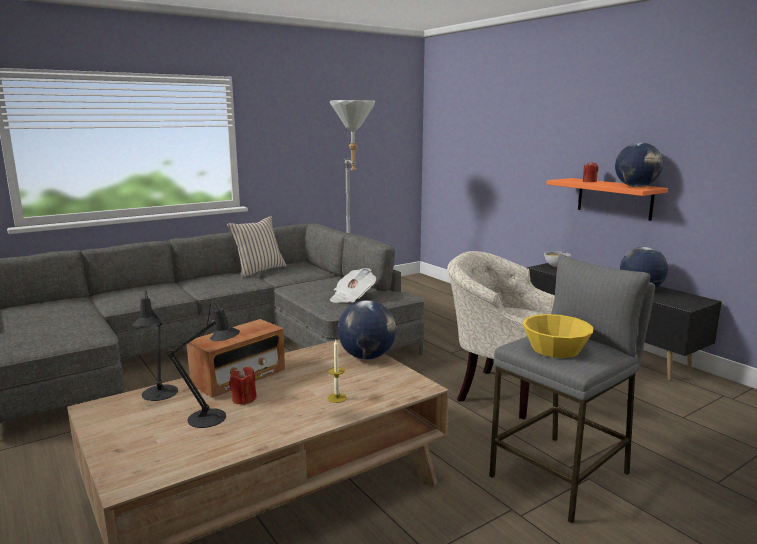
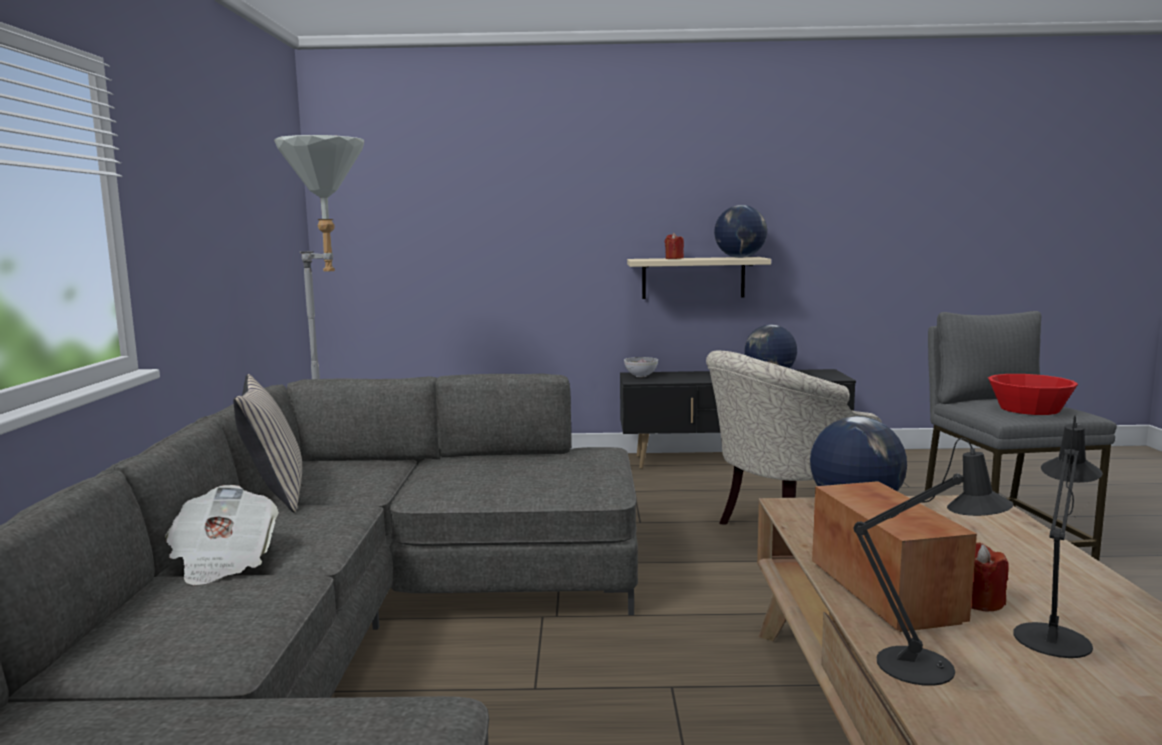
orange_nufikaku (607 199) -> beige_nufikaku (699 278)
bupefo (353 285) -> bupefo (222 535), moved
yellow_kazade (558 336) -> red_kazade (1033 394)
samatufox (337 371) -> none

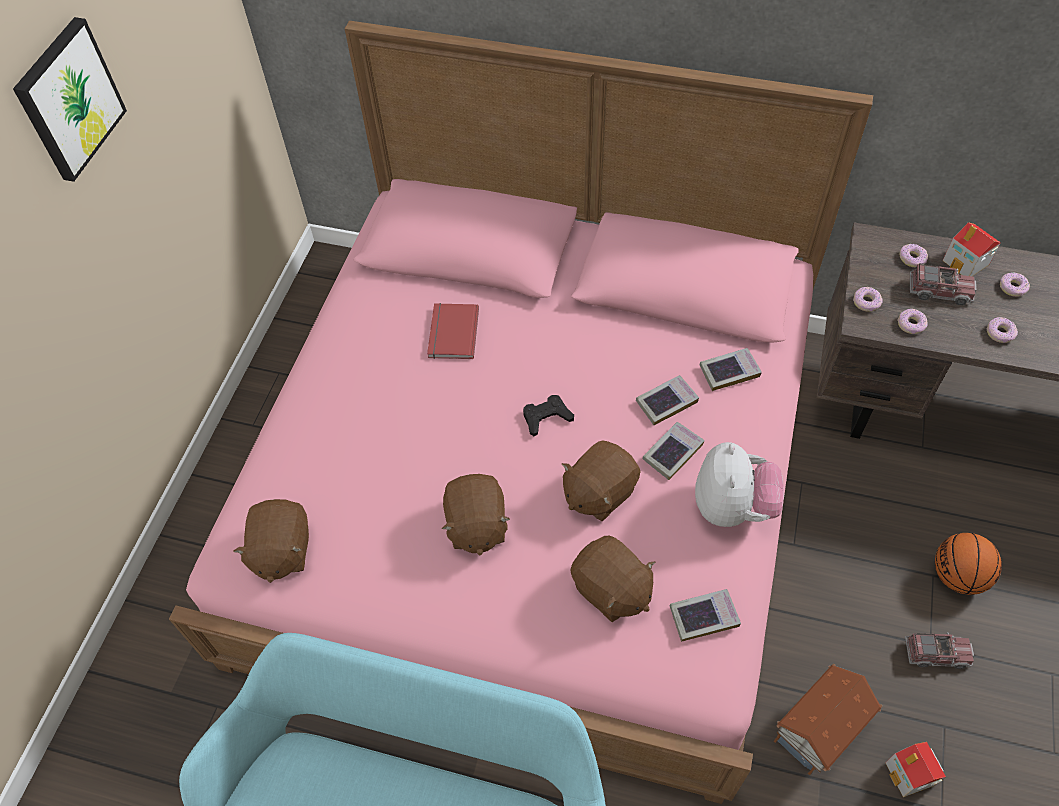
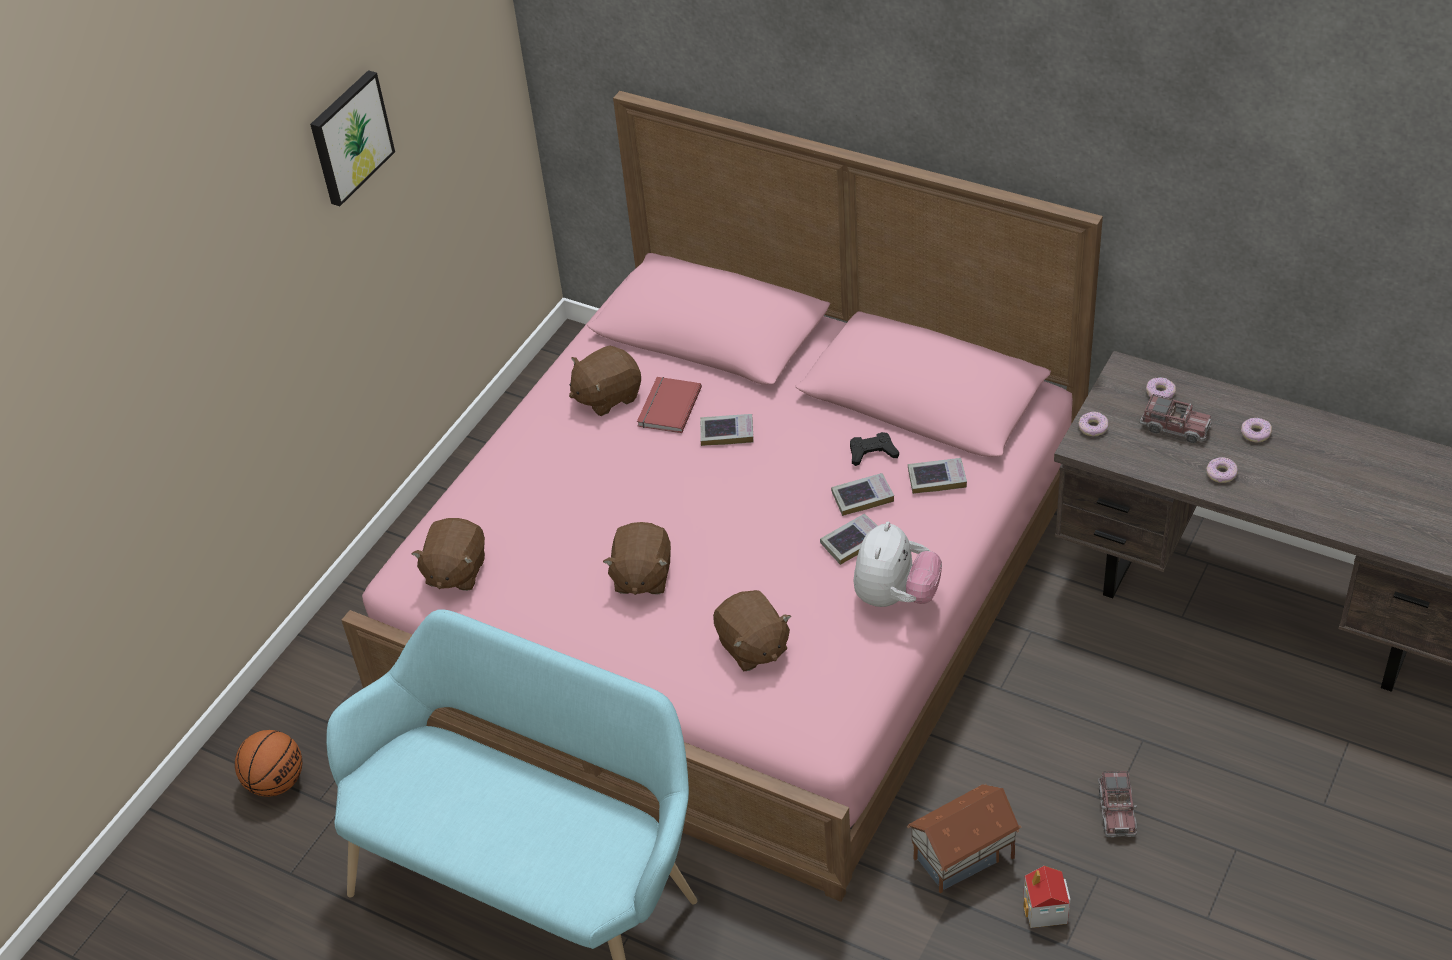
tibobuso (971 249) -> none
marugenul (912 321) -> none
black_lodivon (548 415) -> black_lodivon (874 449), moved
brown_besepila (601 480) -> brown_besepila (605 380), moved
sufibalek (968 564) -> sufibalek (268 763), moved
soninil (705 615) -> soninil (727 430), moved
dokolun (939 650) -> dokolun (1117 804), 75 degrees clockwise

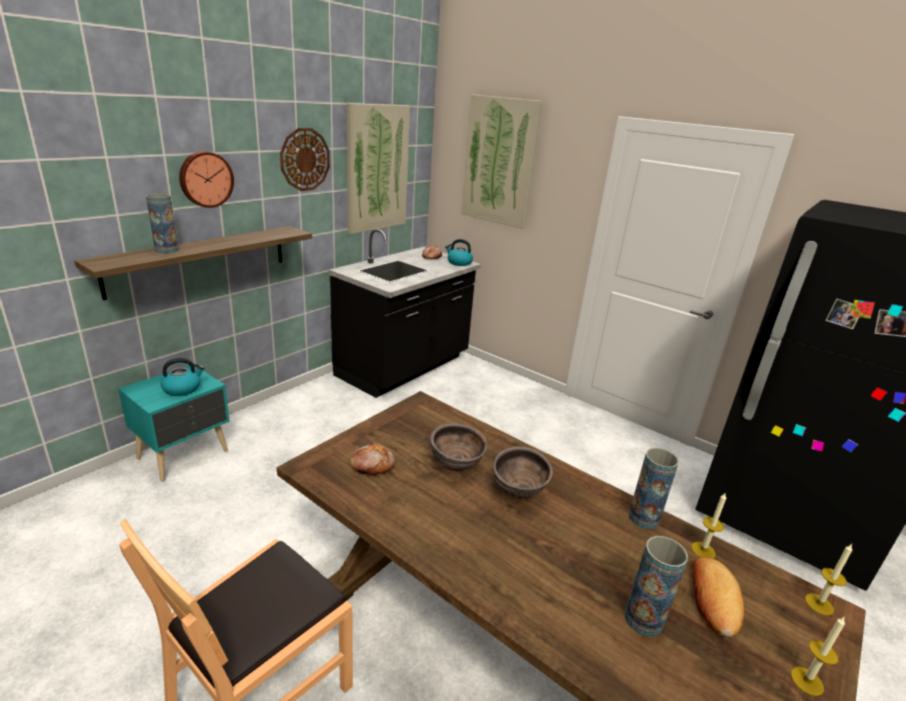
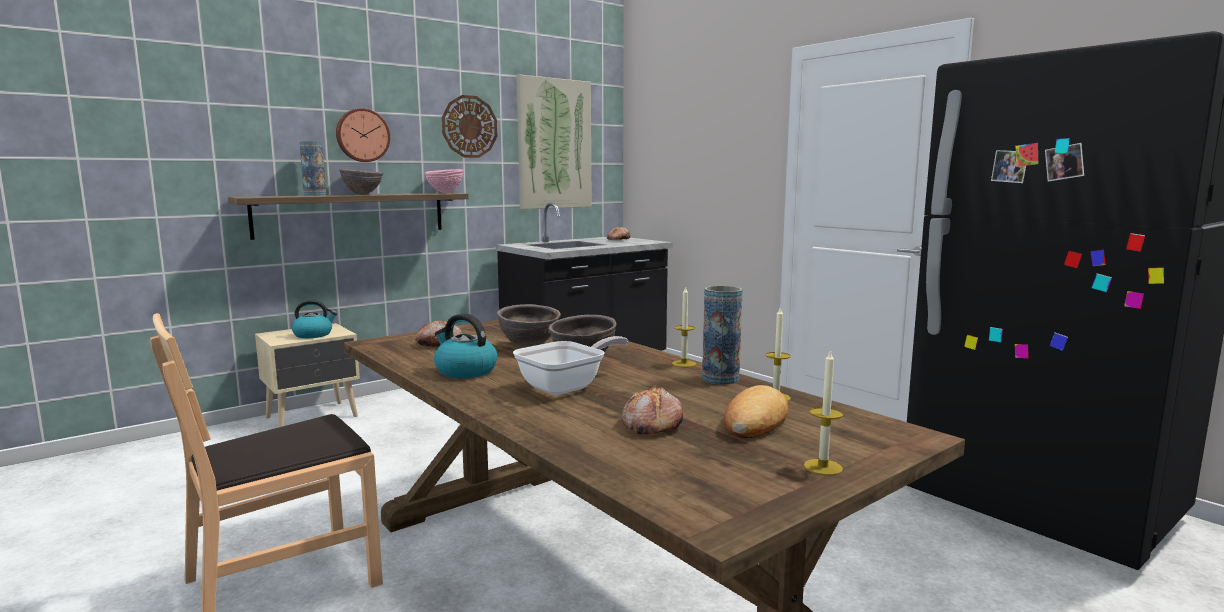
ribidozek (501 161) -> none
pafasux (459 252) -> pafasux (465 345), moved
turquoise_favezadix (174 423) -> beige_favezadix (307 375)
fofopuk (656 586) -> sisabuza (652 410)
samatufox (828 579) -> samatufox (684 326), moved
none -> brown_kazade (361 182)
none -> pink_kazade (444 181)
none -> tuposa (570 365)

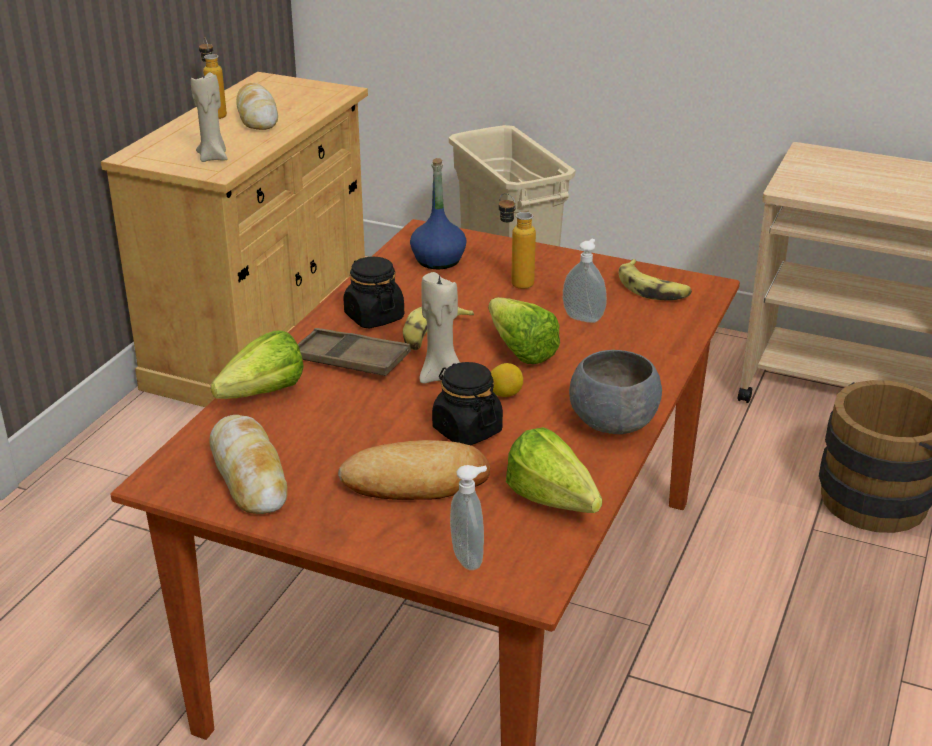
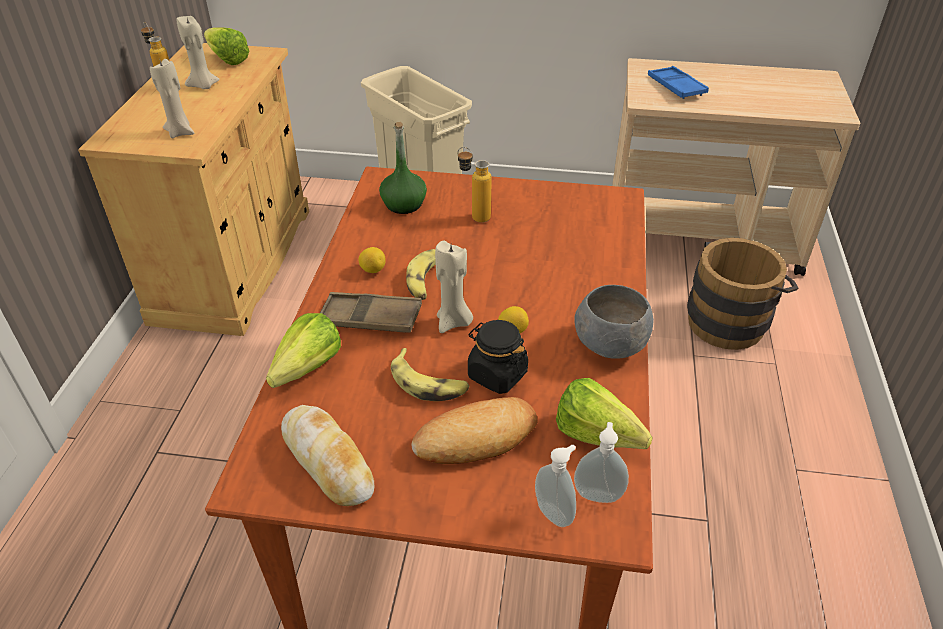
sisabuza (257 106) -> beige_samatufox (198 52)
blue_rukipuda (438 213) -> green_rukipuda (403 168)
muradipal (585 281) -> muradipal (601 462), moved
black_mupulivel (373 293) -> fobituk (372 260)
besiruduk (655 279) -> besiruduk (430 374), moved
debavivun (524 330) -> debavivun (226 46), moved
none -> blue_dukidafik (678 82)

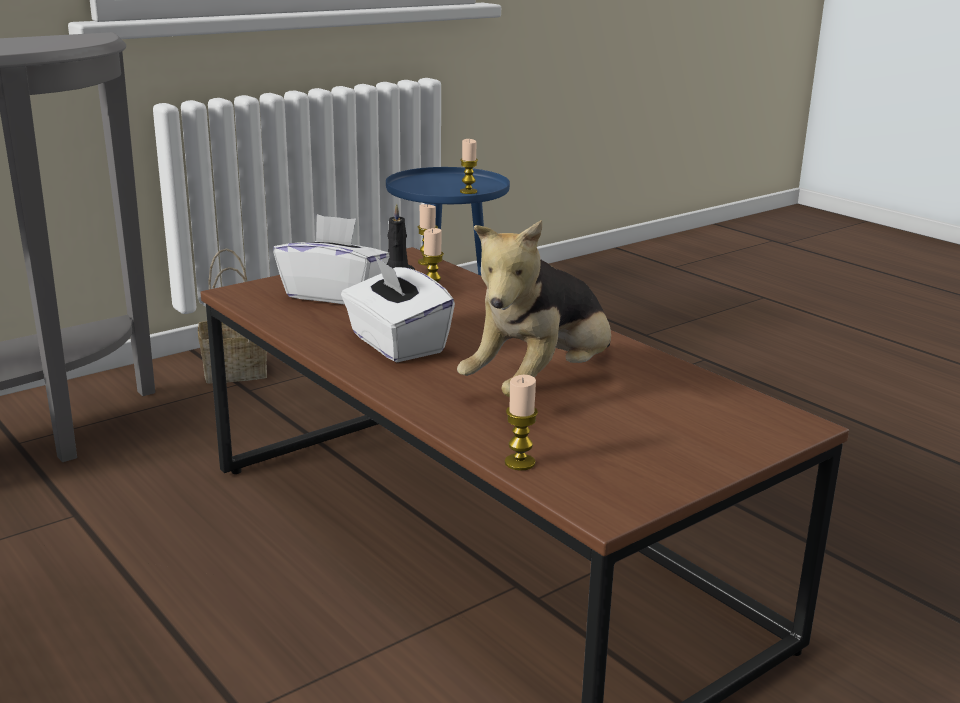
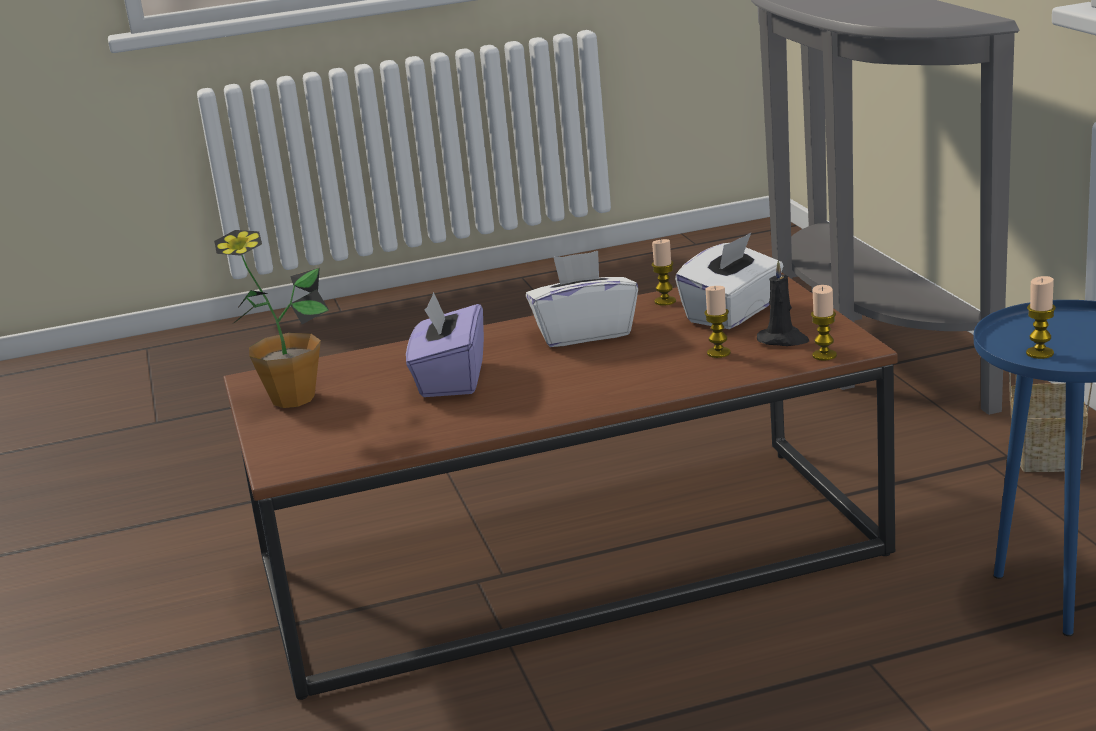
besepila (534 308) -> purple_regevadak (445 344)
samatufox (521 422) -> samatufox (663 272), moved
none -> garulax (271 319)

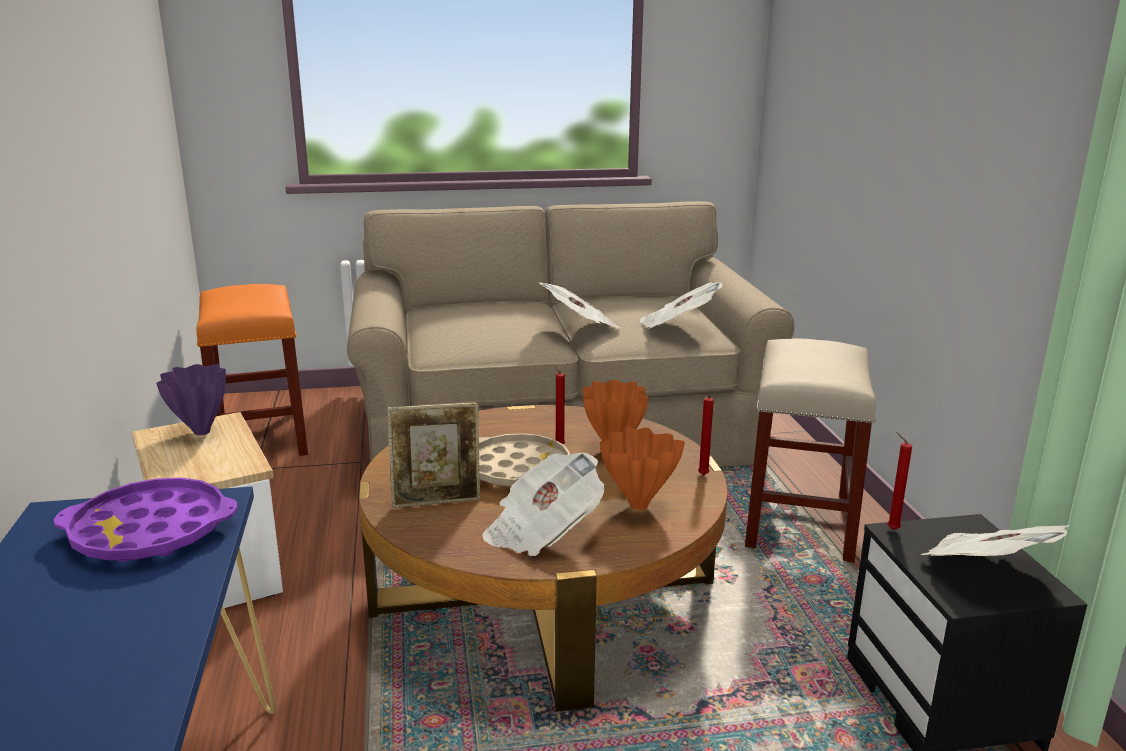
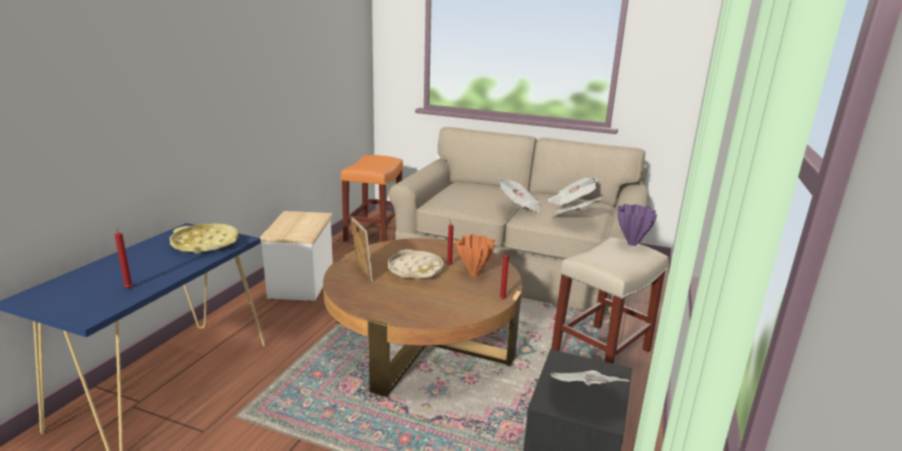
purple_fofopuk (191 399) -> purple_fofopuk (637 225), moved
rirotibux (433 455) -> rirotibux (362 249), 135 degrees counterclockwise
orange_fofopuk (642 468) -> none
red_samatufox (899 481) -> red_samatufox (124 256), moved
bupefo (543 504) -> bupefo (573 192), moved
purple_dukidafik (145 519) -> yellow_dukidafik (204 238)

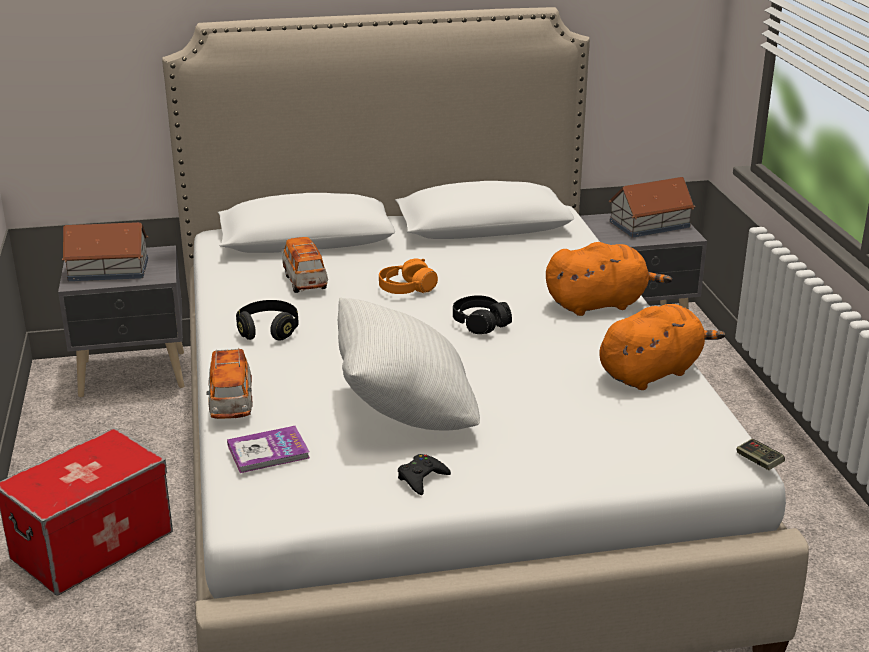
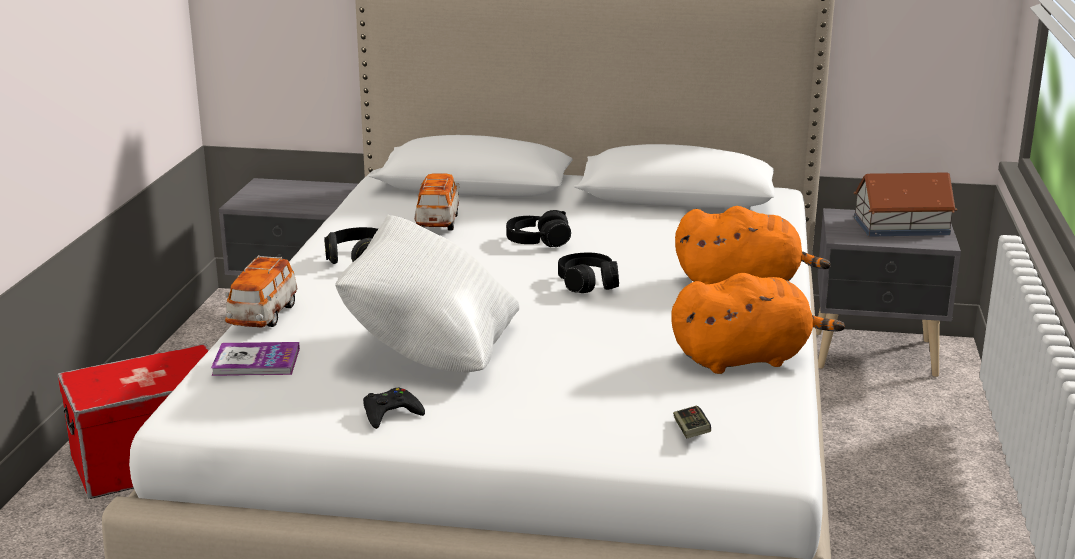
tibobuso (105 251) -> none
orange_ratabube (408 276) -> black_ratabube (538 228)
lodivon (760 454) -> lodivon (692 422), moved

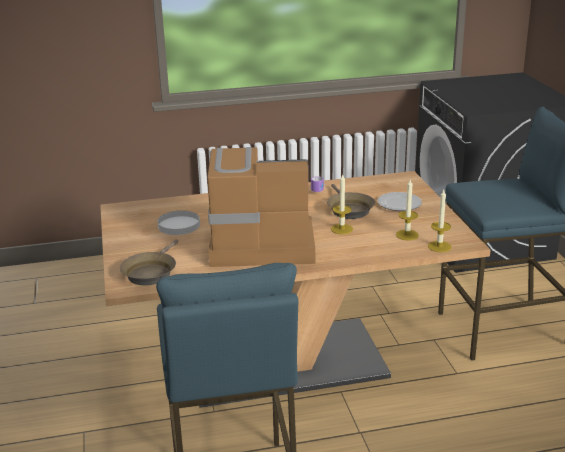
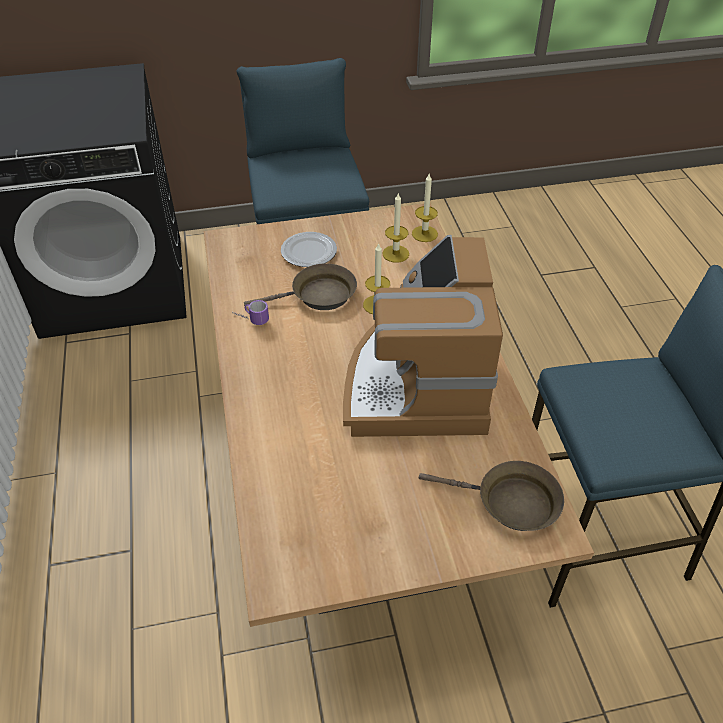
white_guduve (178 223) -> none

